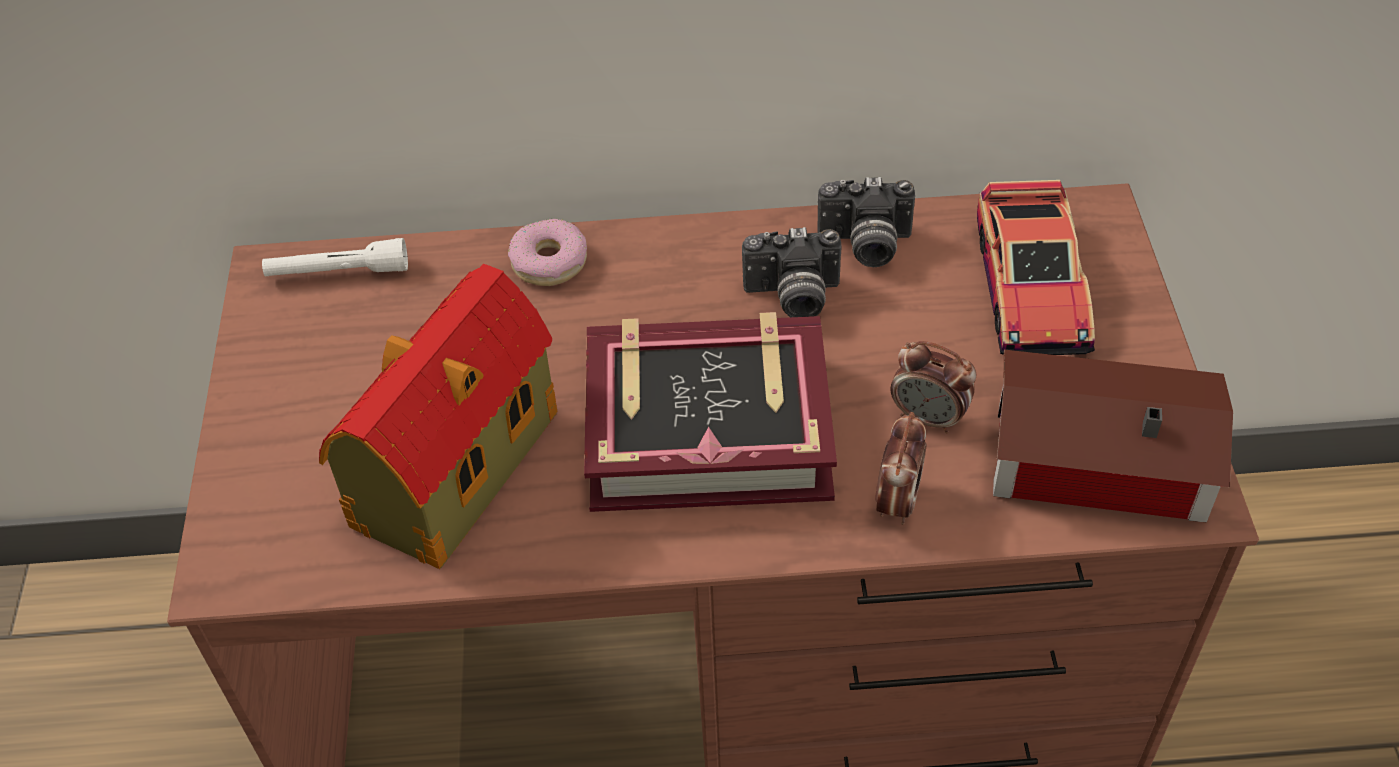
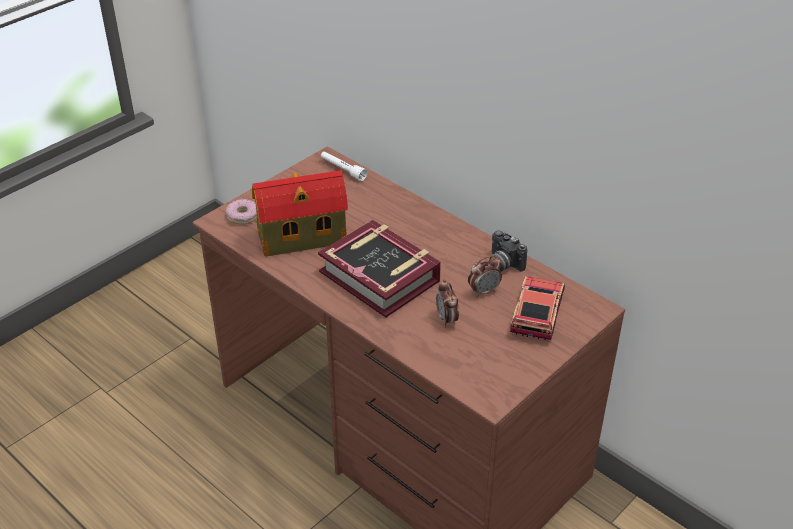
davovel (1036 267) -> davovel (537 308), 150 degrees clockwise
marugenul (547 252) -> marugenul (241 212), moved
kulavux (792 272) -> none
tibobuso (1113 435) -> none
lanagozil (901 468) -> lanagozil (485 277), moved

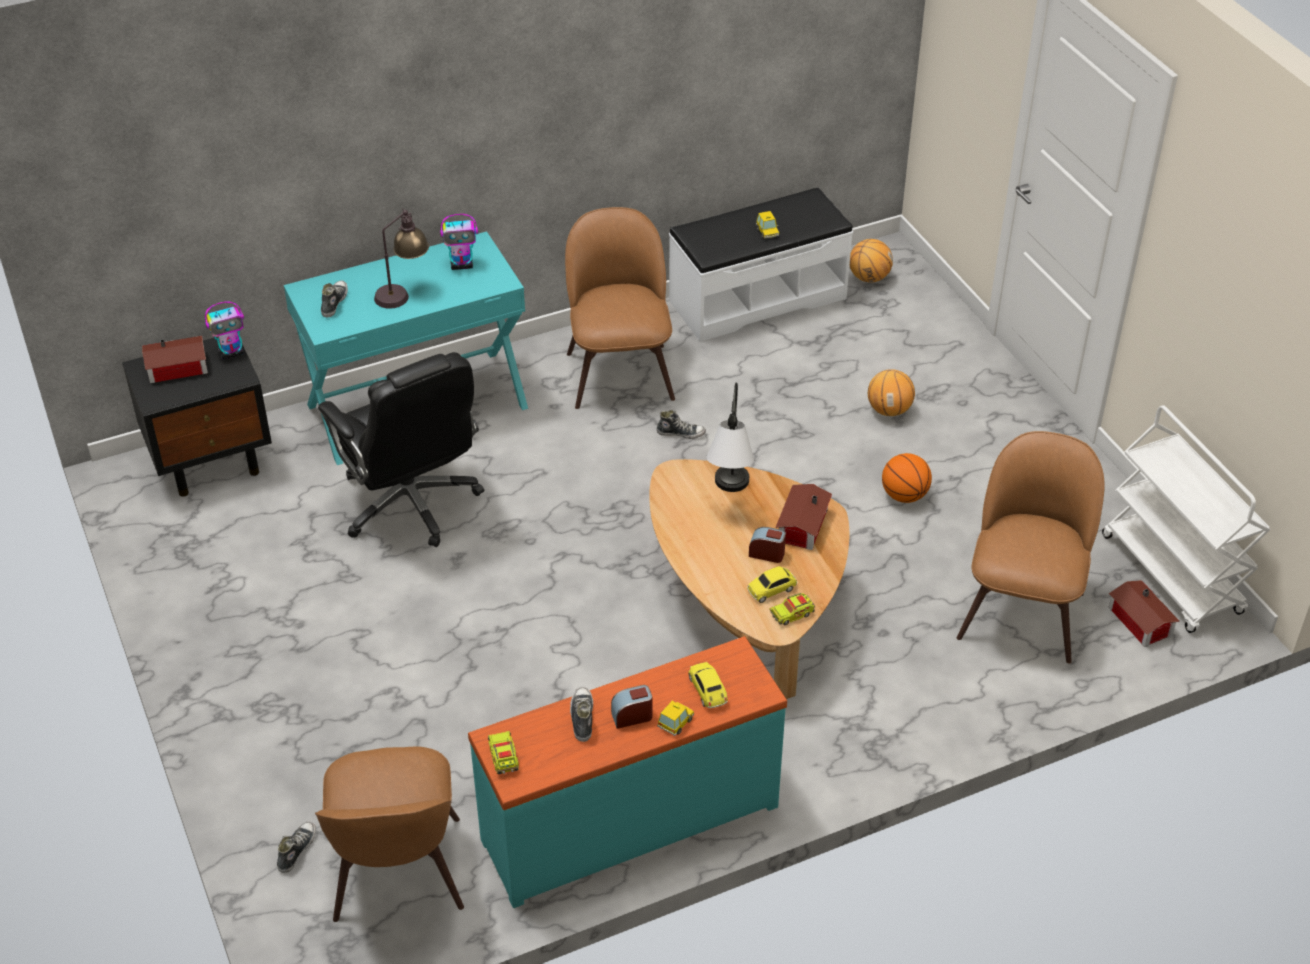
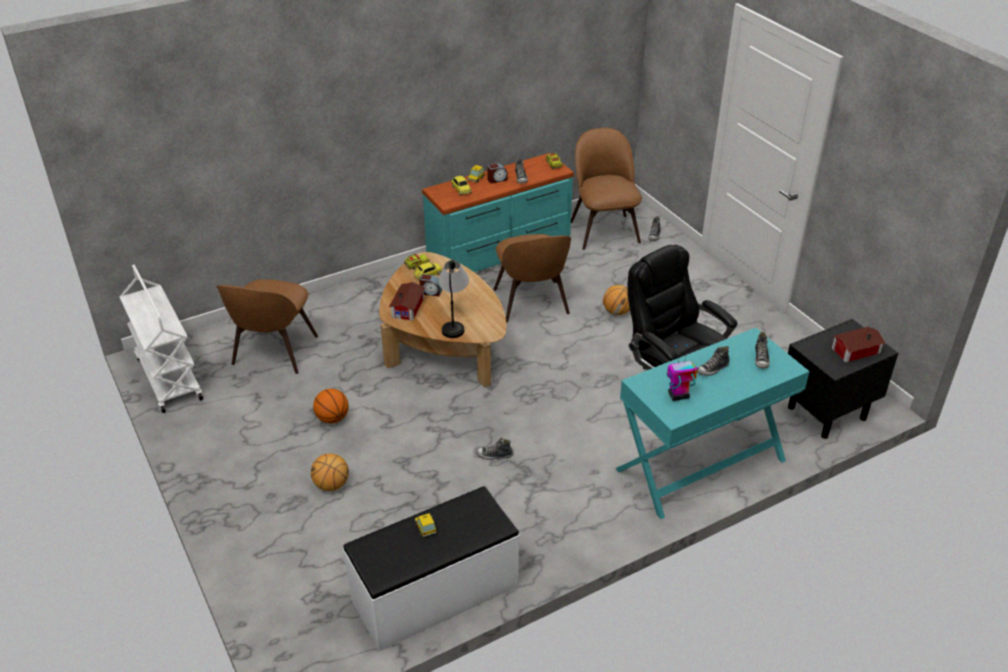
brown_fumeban (620 308) -> brown_fumeban (532 278), moved
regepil (401 258) -> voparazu (713 361)
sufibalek (871 261) -> sufibalek (616 300), moved
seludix (224 331) -> none
tibobuso (1144 613) -> none

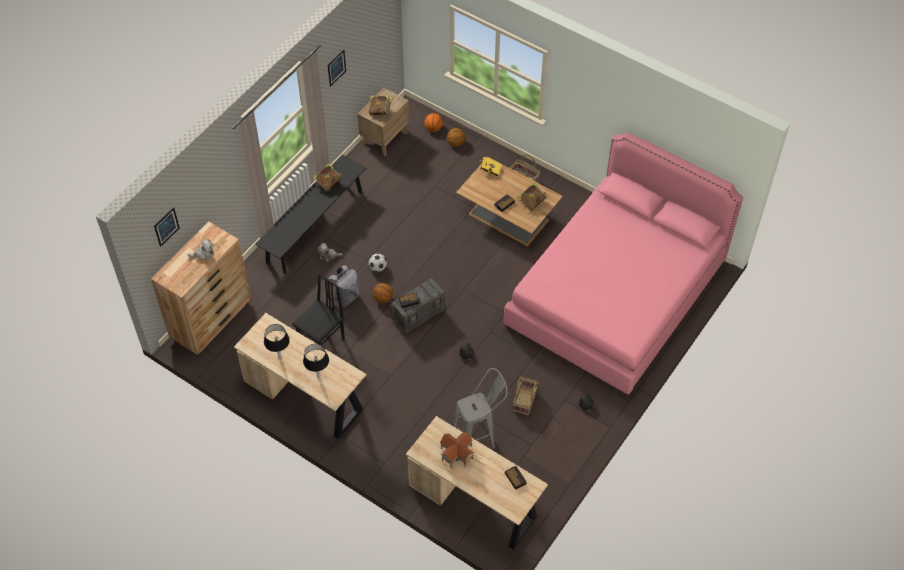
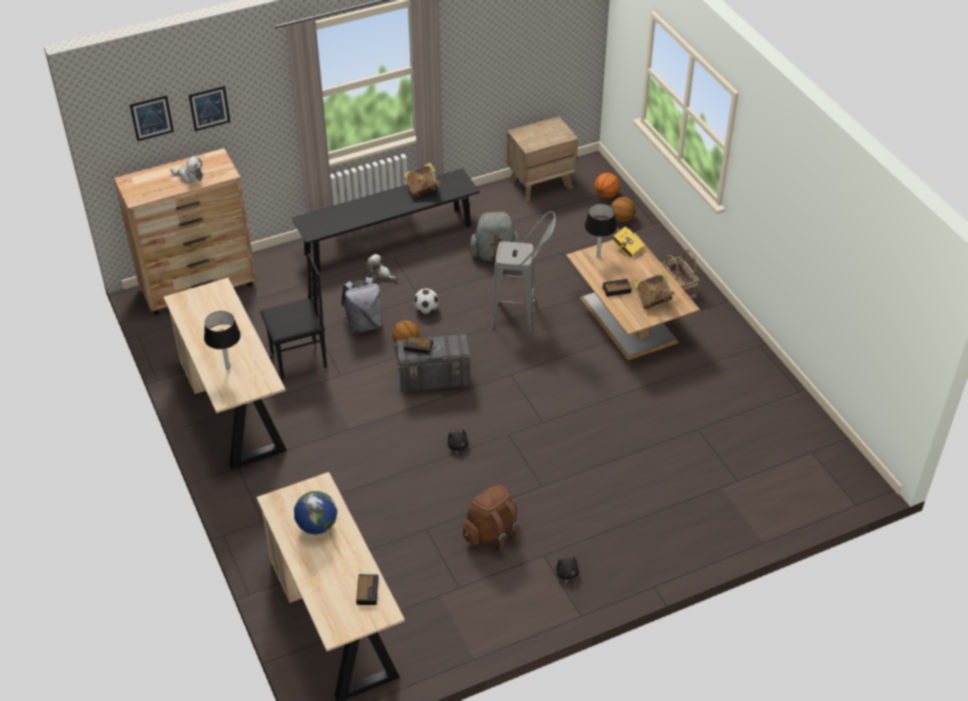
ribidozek (337 68) -> ribidozek (209 108), moved
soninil (381 105) -> none
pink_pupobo (623 264) -> none
black_regepil (277 341) -> black_regepil (601 231), moved
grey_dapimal (481 408) -> grey_dapimal (523 271), moved
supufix (525 396) -> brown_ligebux (491 518)
tibobuso (457 450) -> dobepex (315 513)
none -> grey_ligebux (495 236)

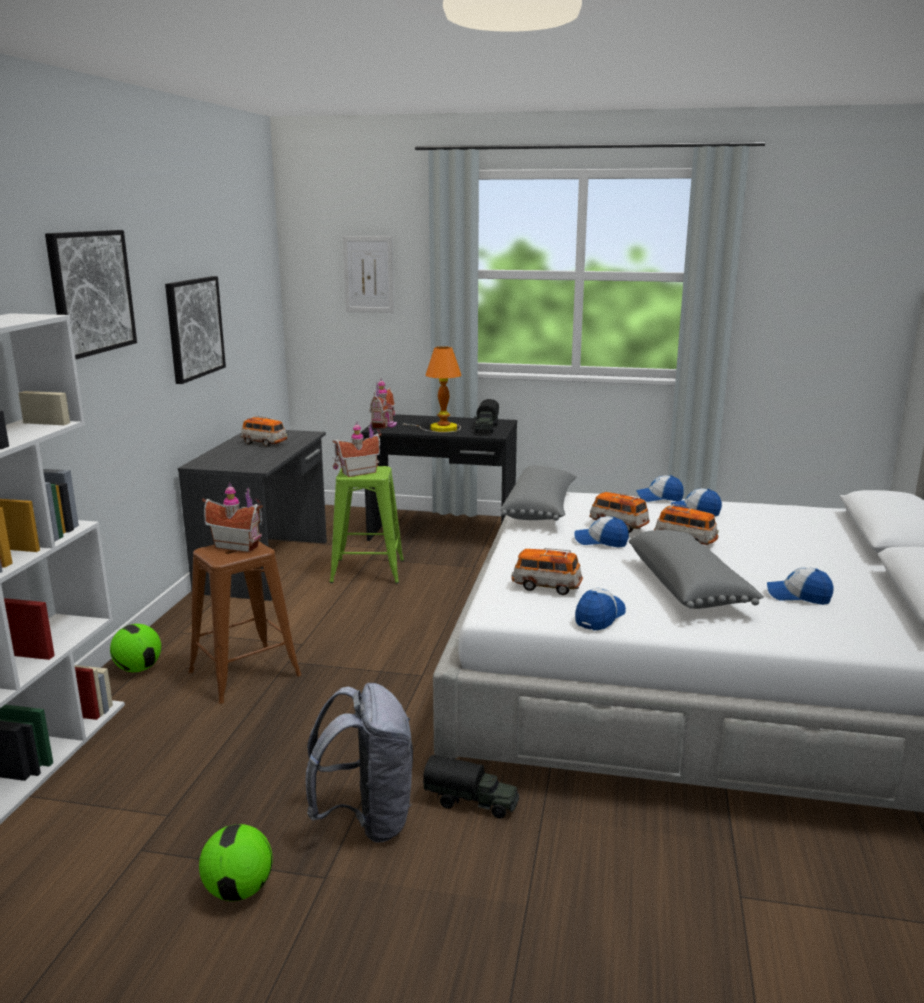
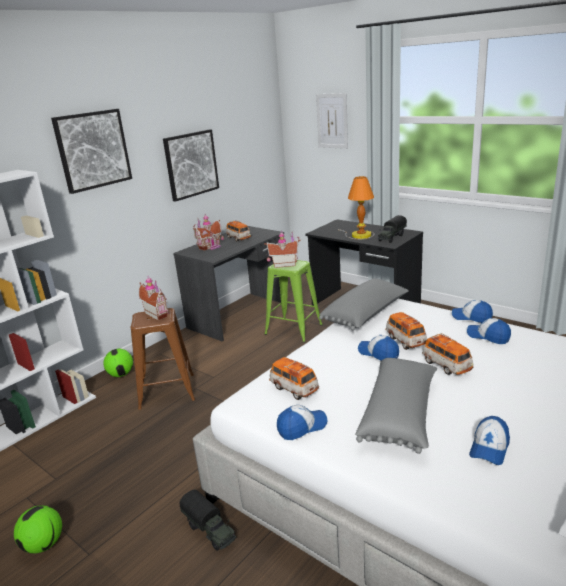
tibobuso (383 403) -> tibobuso (208 232), moved
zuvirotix (800 586) -> zuvirotix (489 440), 105 degrees counterclockwise
grey_ligebux (359 762) -> none

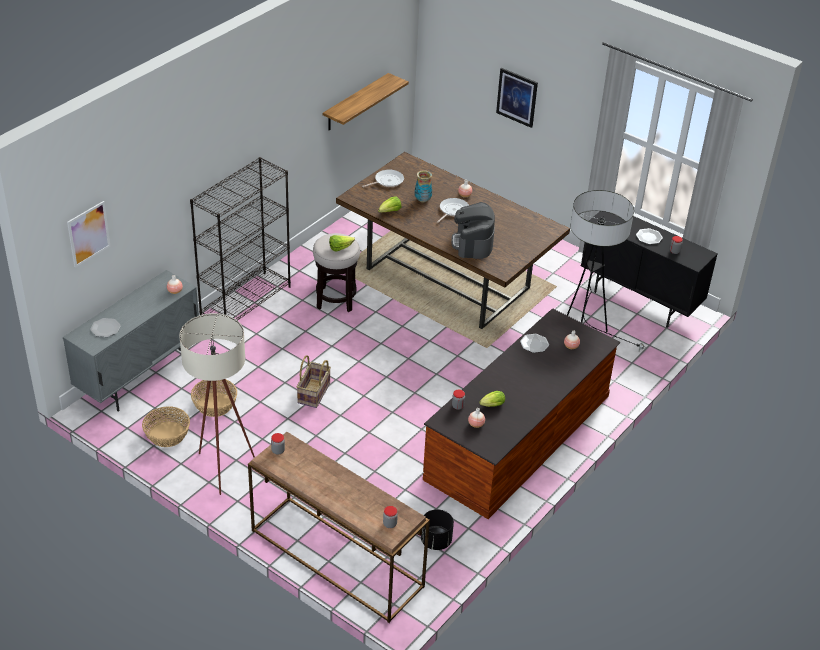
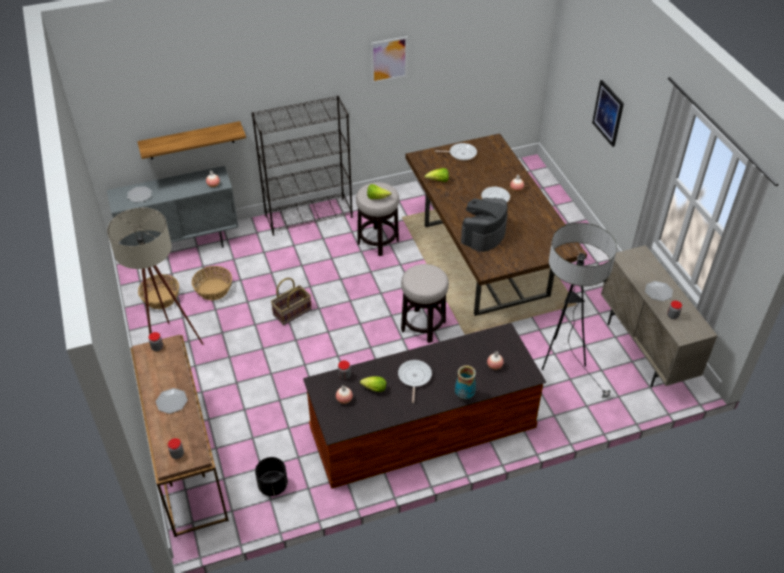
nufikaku (366 101) -> nufikaku (191 140), moved
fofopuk (423 186) -> fofopuk (465 382), moved
ribidozek (88 234) -> ribidozek (389 59), moved
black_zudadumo (649 269) -> beige_zudadumo (659 316)
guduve (534 343) -> guduve (172 401), moved
none -> dapimal (425 303)
none -> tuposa (415 381)

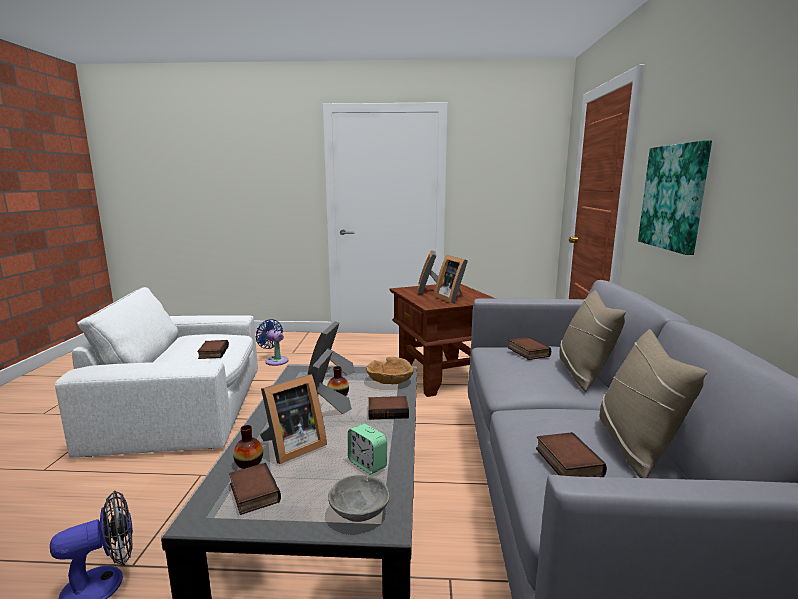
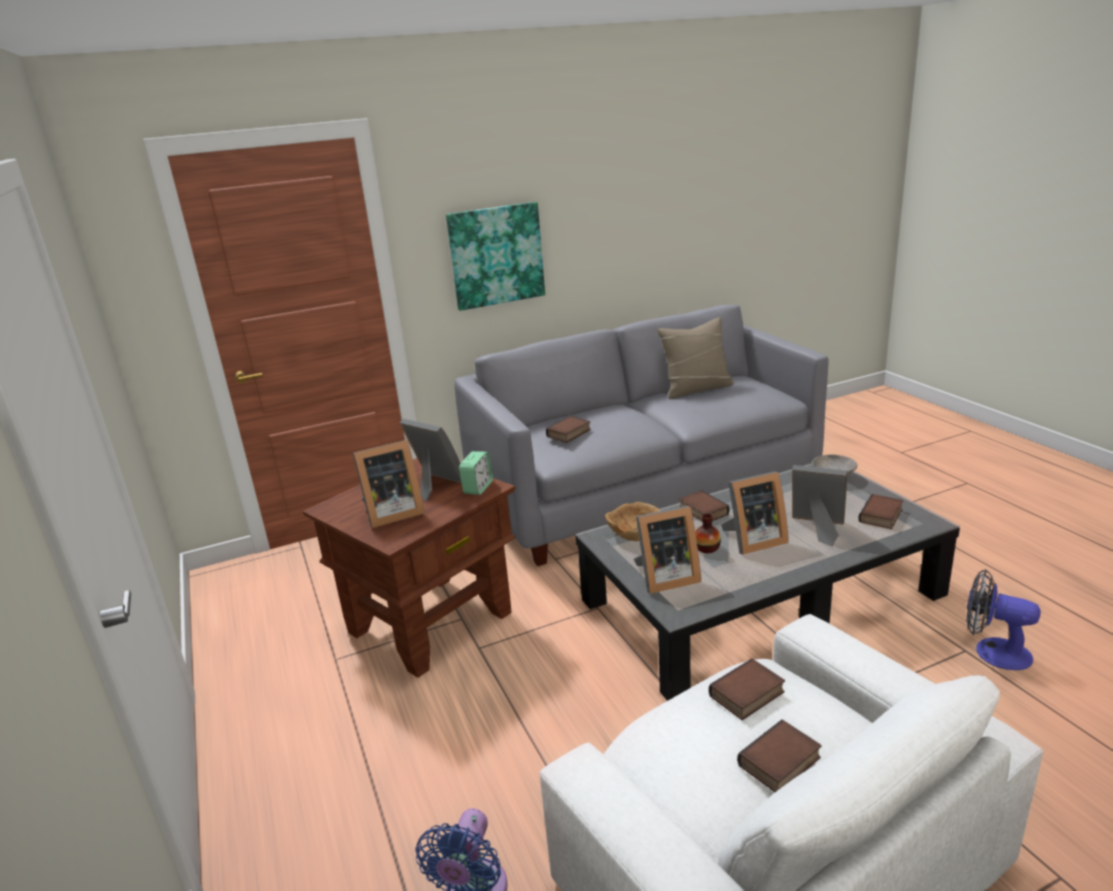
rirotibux (451 279) -> rirotibux (431 460), 90 degrees counterclockwise
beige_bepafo (592 341) -> none
lanagozil (367 449) -> lanagozil (476 473), moved
fofopuk (248 447) -> none
soninil (571 454) -> soninil (779 756), moved

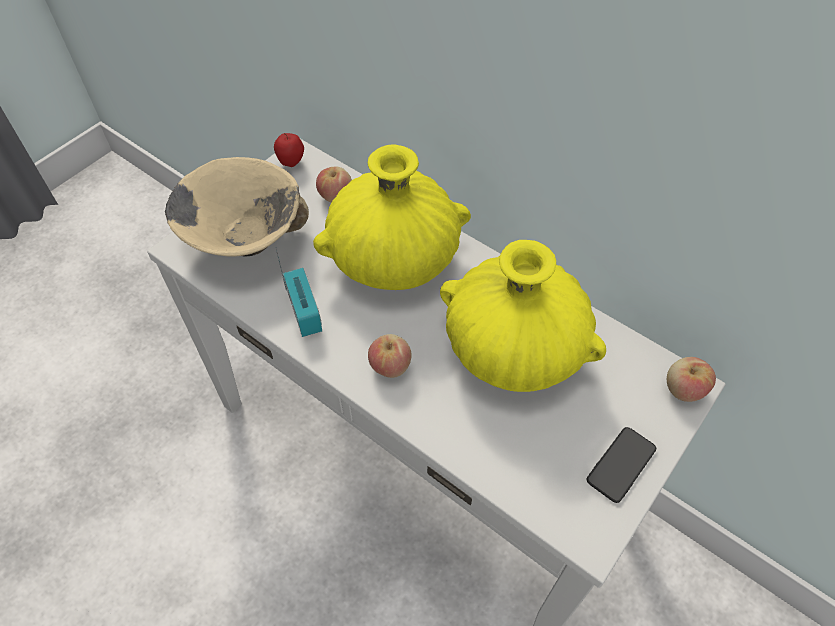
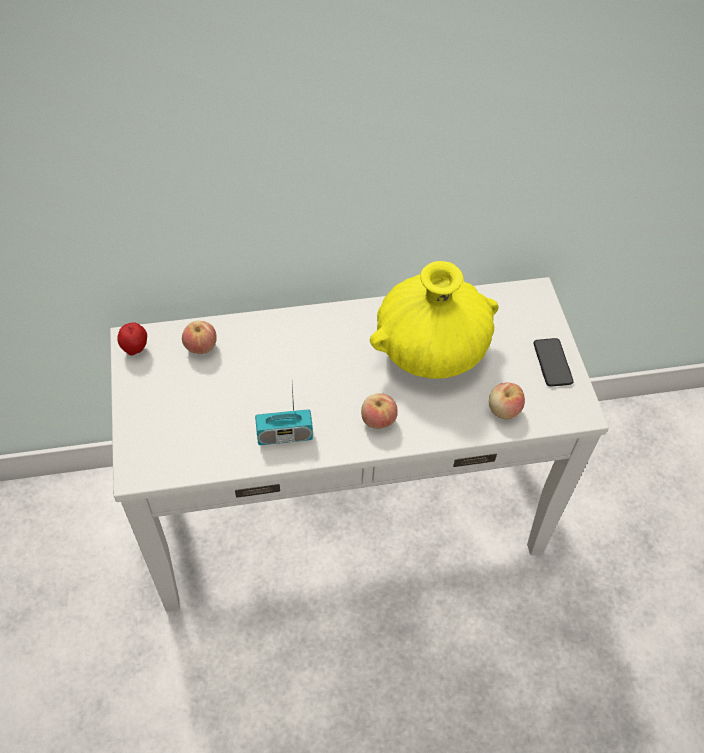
yellow_fofopuk (392 217) -> none
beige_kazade (237 207) -> none
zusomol (299 293) -> zusomol (284 415), 150 degrees clockwise
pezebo (691 379) -> pezebo (507 401), moved

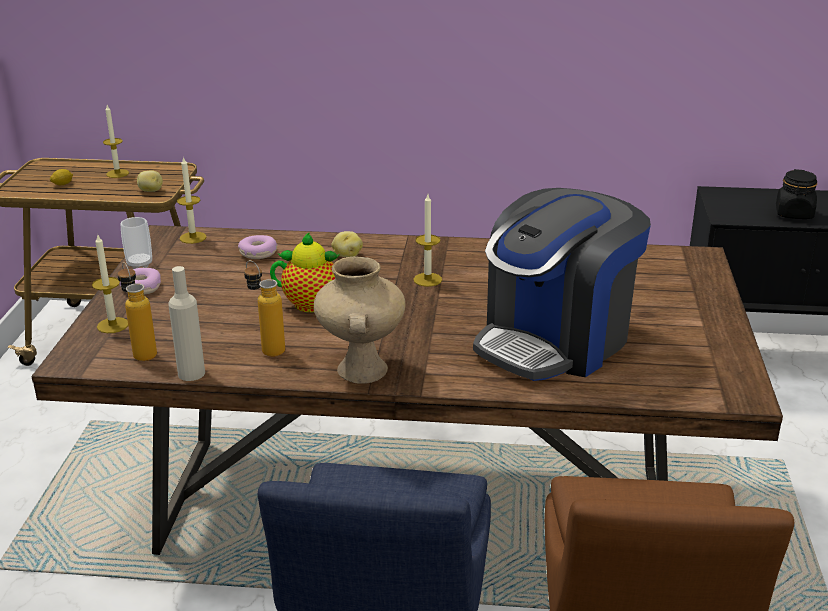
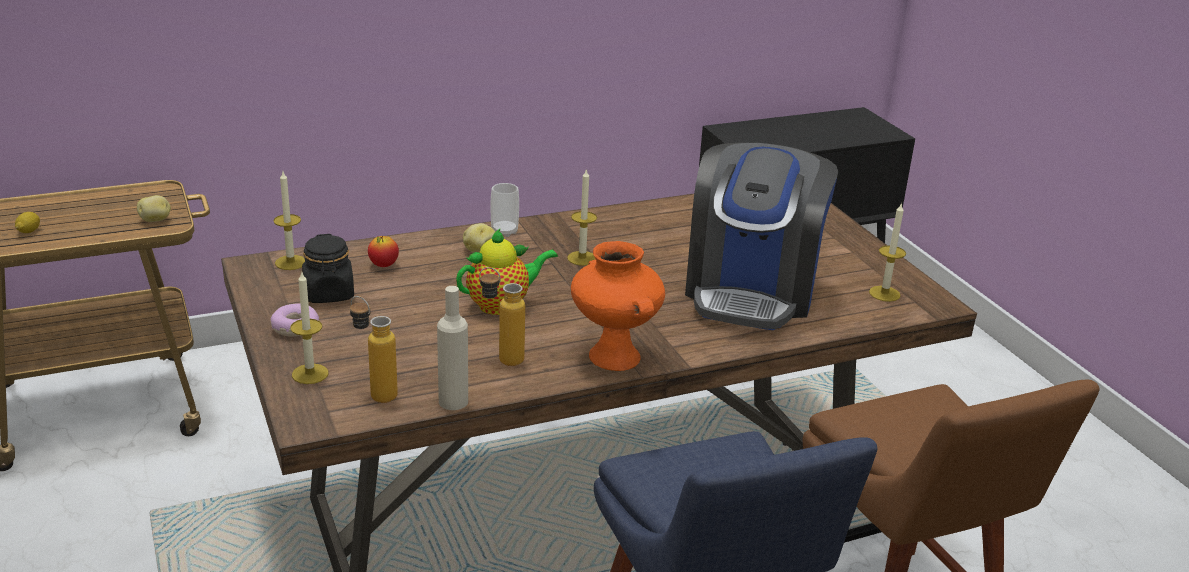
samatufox (116 141) -> samatufox (887 252), moved
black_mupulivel (796 194) -> black_mupulivel (328 268), moved
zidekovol (136 243) -> zidekovol (505 210), moved
marugenul (257 247) -> pezebo (383 251)
beige_fofopuk (360 320) -> orange_fofopuk (618 306)

